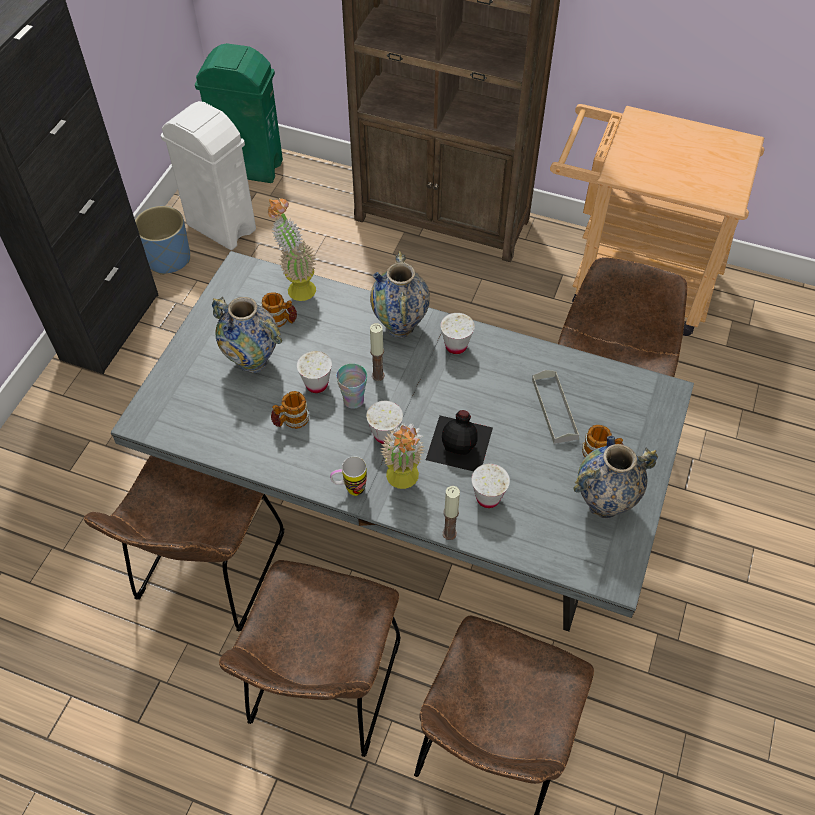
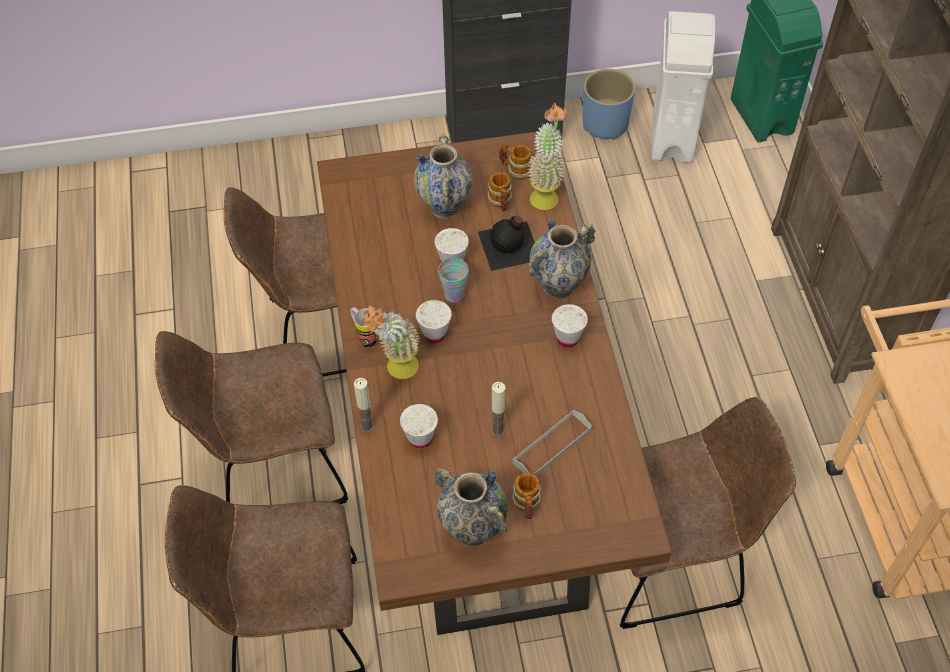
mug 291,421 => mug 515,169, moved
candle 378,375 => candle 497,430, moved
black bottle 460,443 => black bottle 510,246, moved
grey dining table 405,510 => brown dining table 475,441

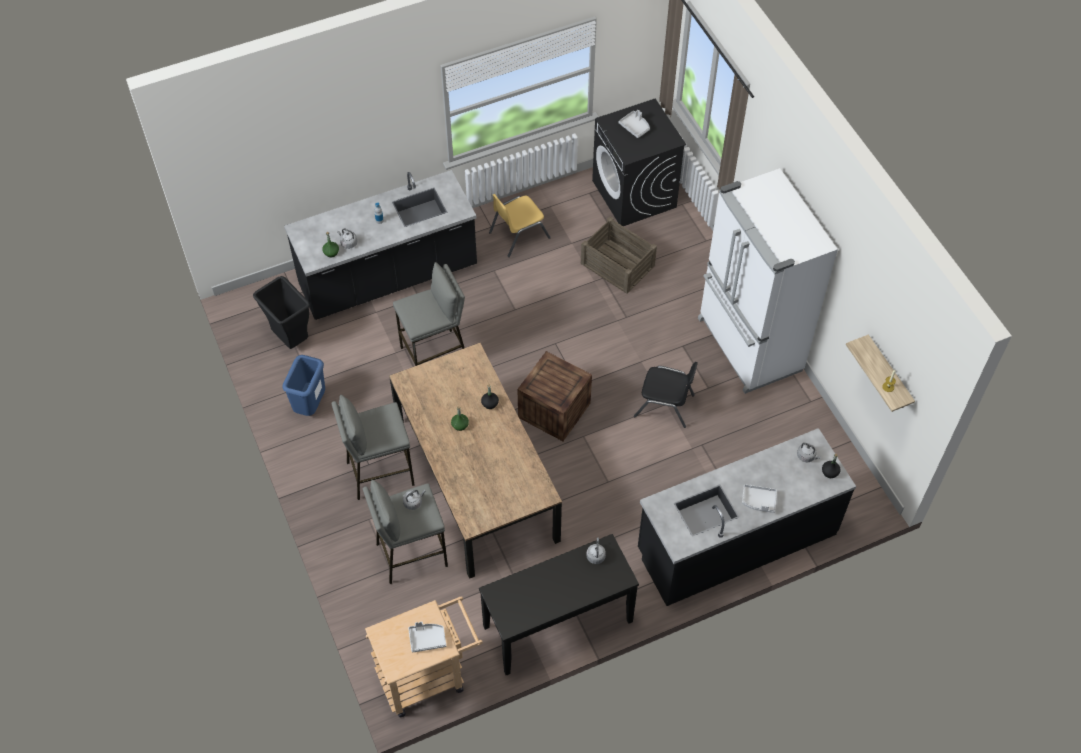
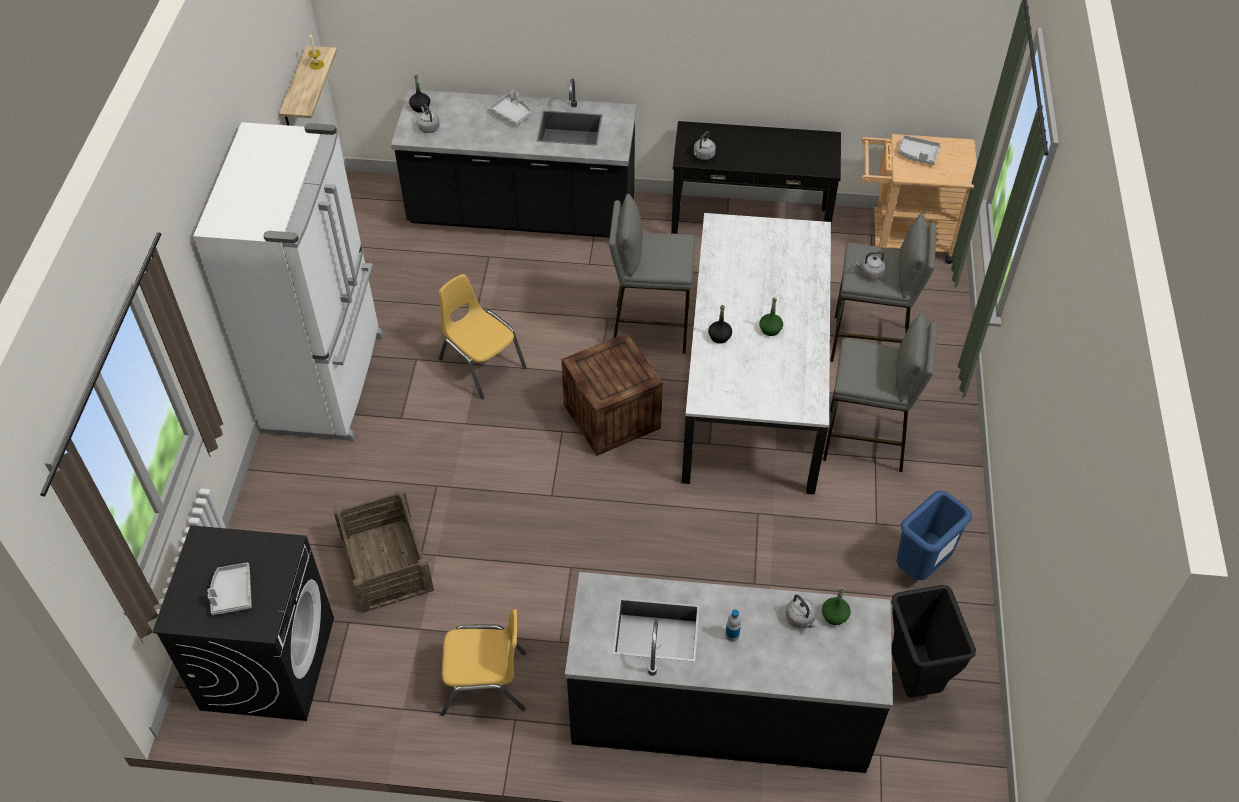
grey stool 435,355 => grey stool 650,327, moved
brown dining table 475,478 => white dining table 753,385
black chair 664,405 => yellow chair 481,363

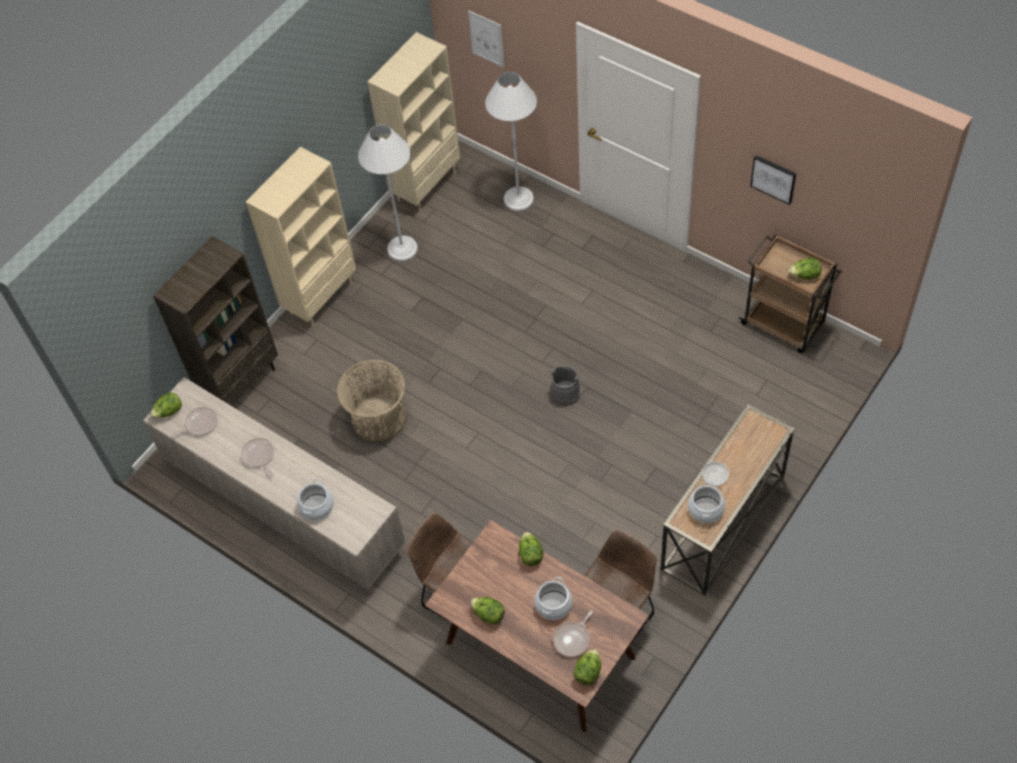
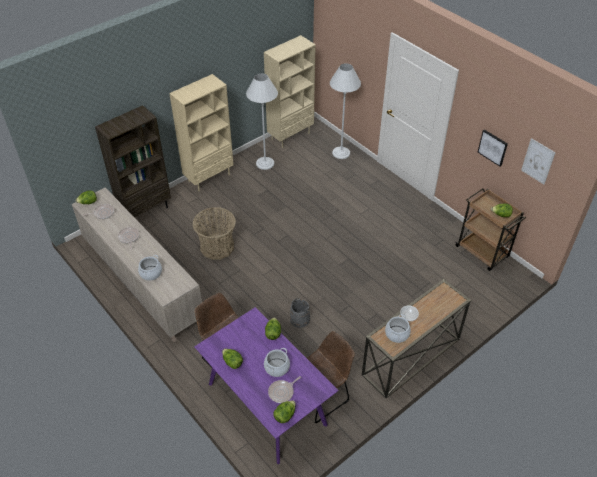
picture 486,39 => picture 538,161, moved
grey bucket 565,393 => grey bucket 299,319, moved
brown dining table 541,649 => purple dining table 267,404

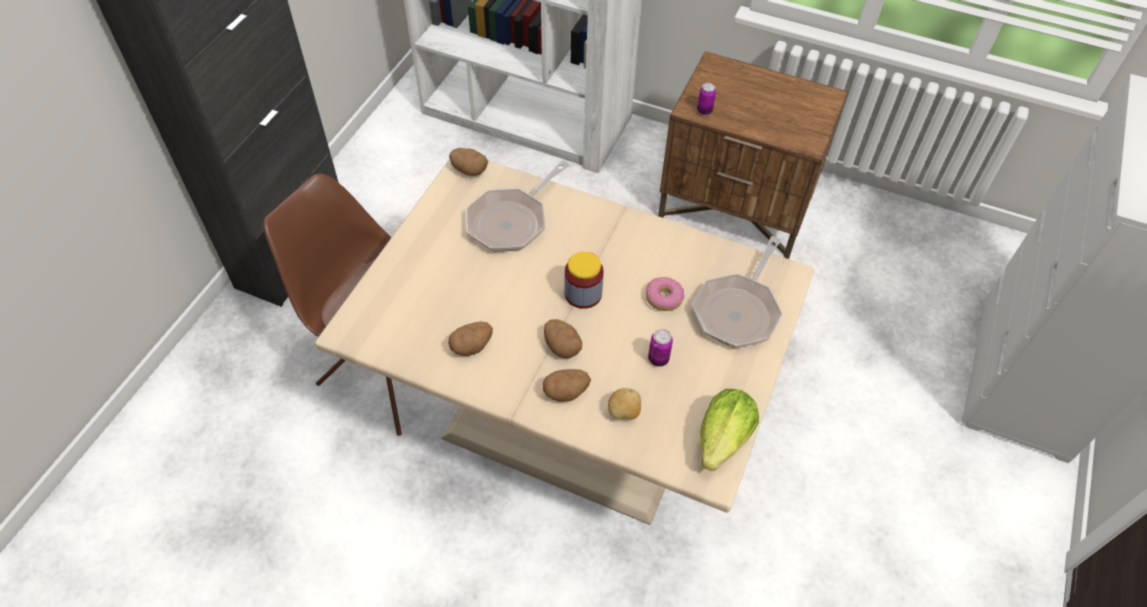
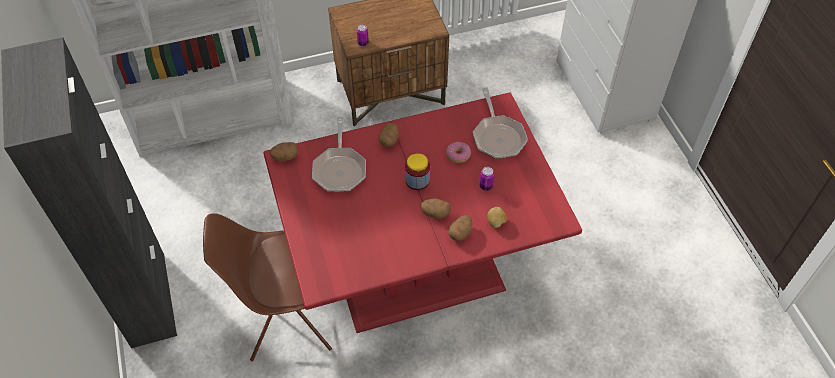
lettuce 723,439 => nothing
potato 472,346 => potato 389,140, moved
beige dining table 570,423 => red dining table 417,272

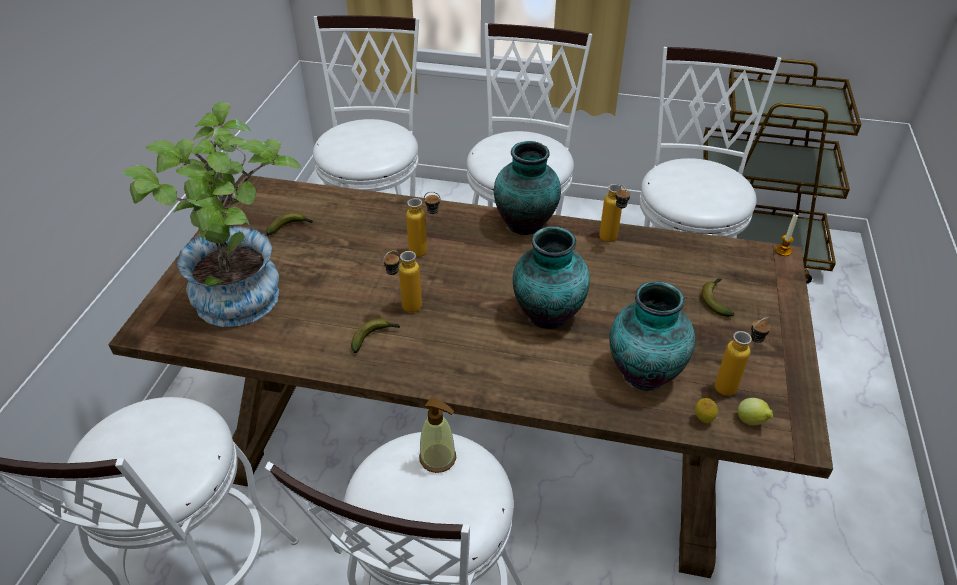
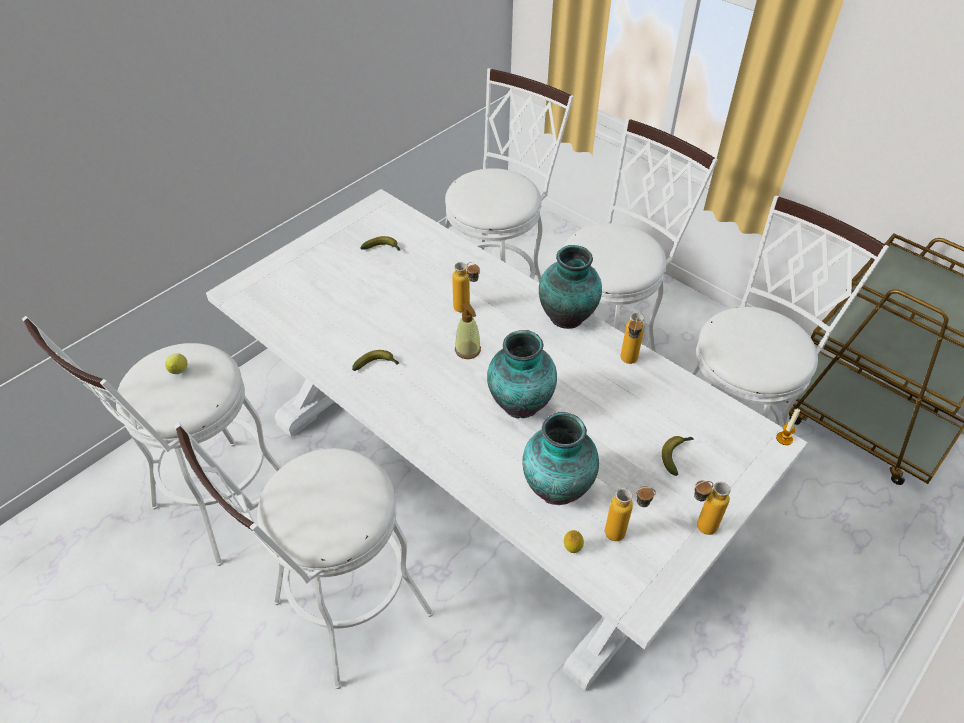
potted plant 245,304 => nothing
bottle 405,310 => bottle 698,527, moved
soap dispenser 438,458 => soap dispenser 468,350, moved
lemon 751,422 => lemon 179,372, moved
brown dining table 479,432 => white dining table 483,478

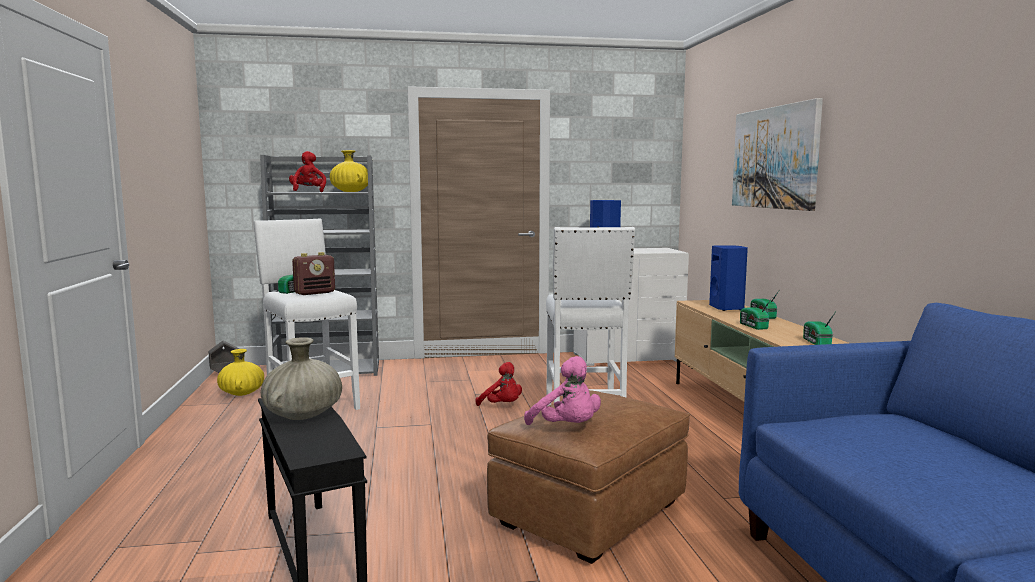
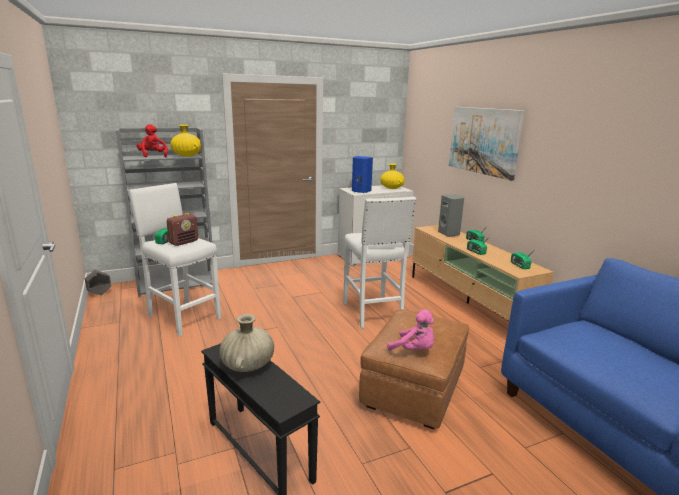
red plush toy 502,406 => nothing
yellow vase 241,393 => yellow vase 391,188, moved
blue speaker 727,308 => grey speaker 449,234

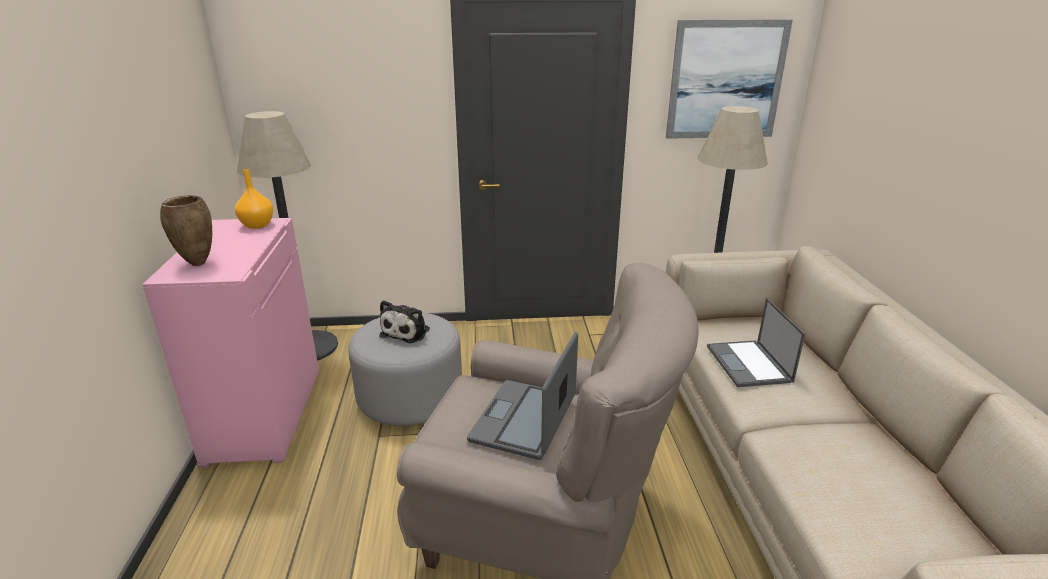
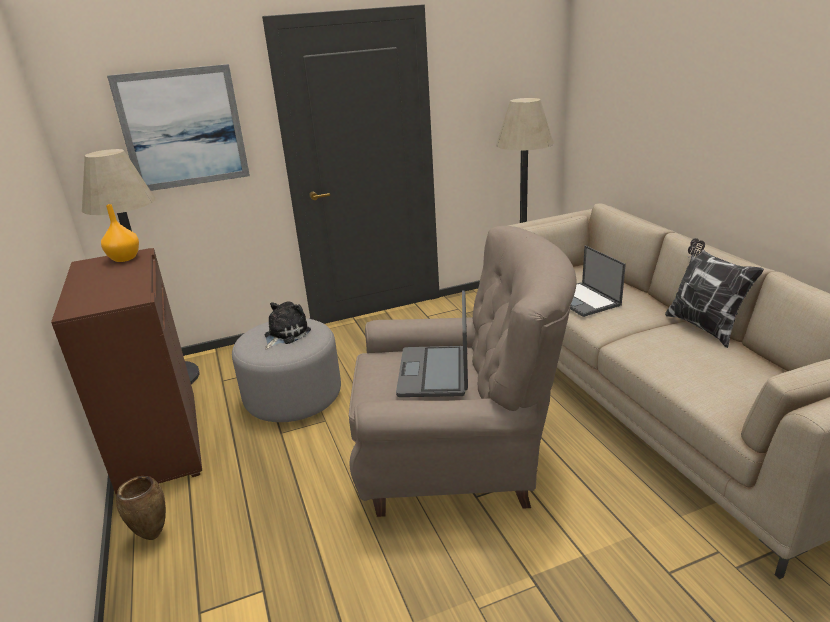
nothing => pillow 703,326
brown vase 197,264 => brown vase 152,537, moved
picture 726,80 => picture 183,128, moved
pink cabinet 264,414 => brown cabinet 158,442
plush toy 407,331 => plush toy 285,334, 150 degrees counterclockwise

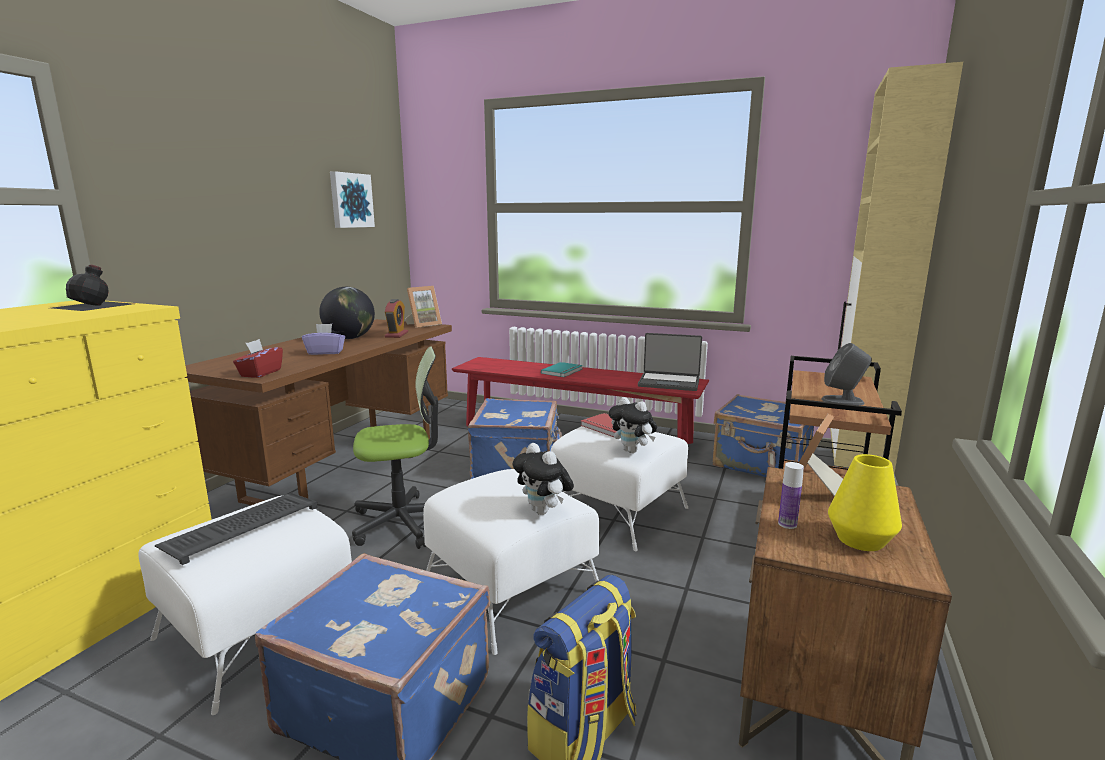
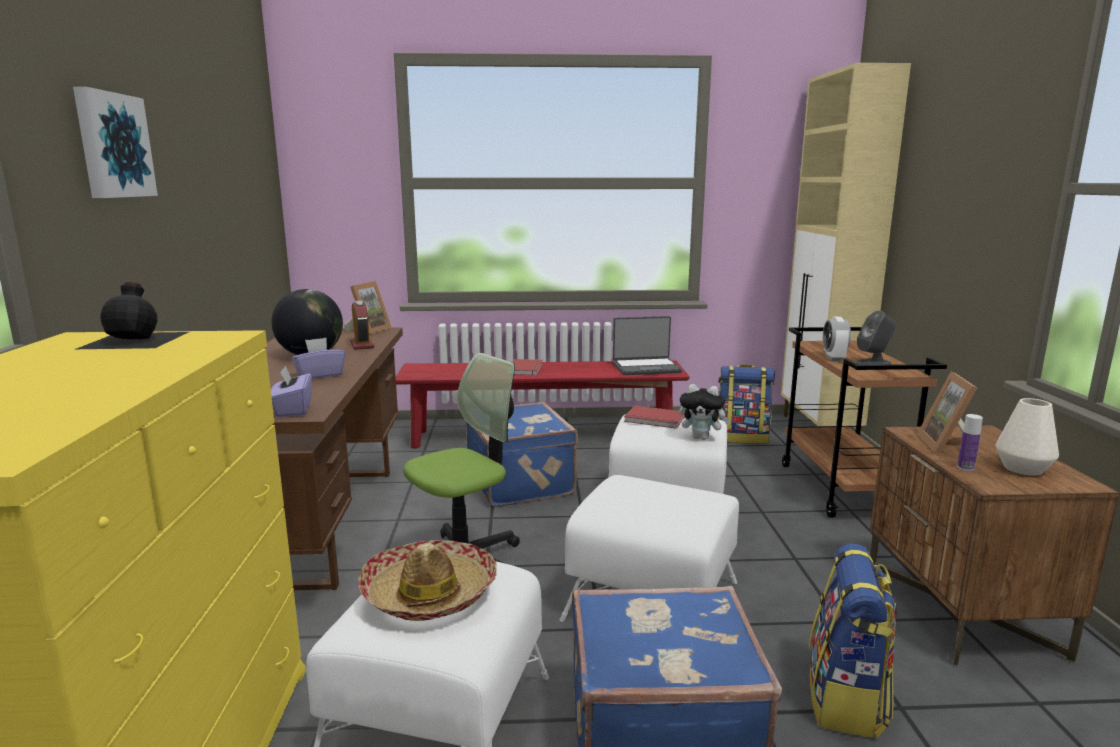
plush toy 543,511 => nothing
nothing => alarm clock 834,358
picture 350,200 => picture 112,145, moved
keyboard 243,526 => hat 429,593
blue suitcase 761,464 => backpack 742,437
red tissue box 260,373 => purple tissue box 293,410
turquoise book 563,371 => red book 526,369
yellow vase 860,540 => white vase 1023,469

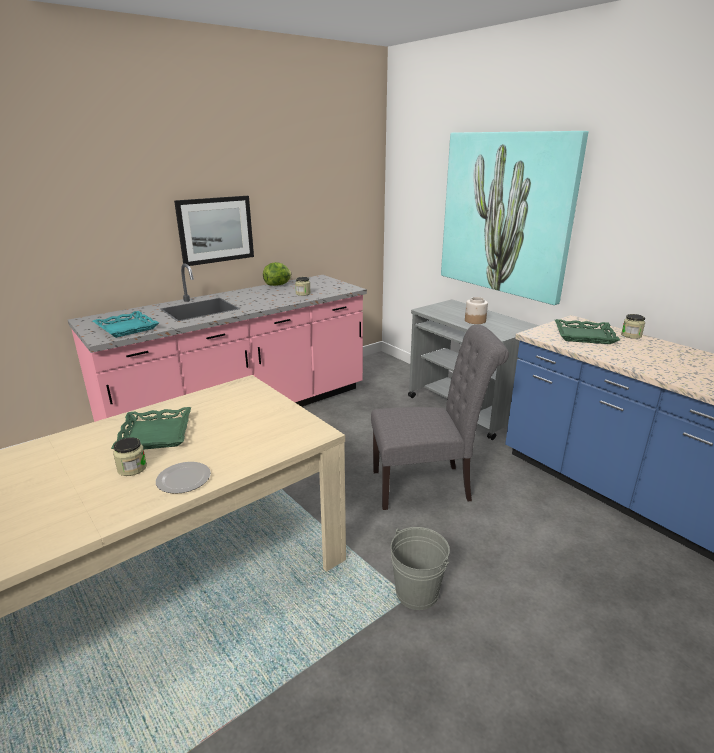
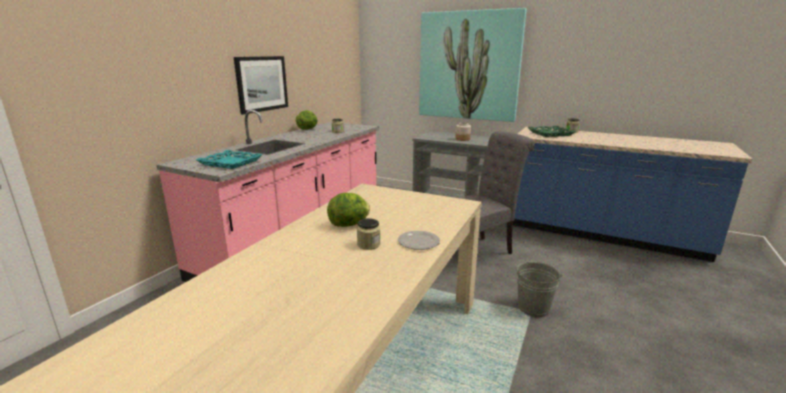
green tray 154,434 => lettuce 349,224

